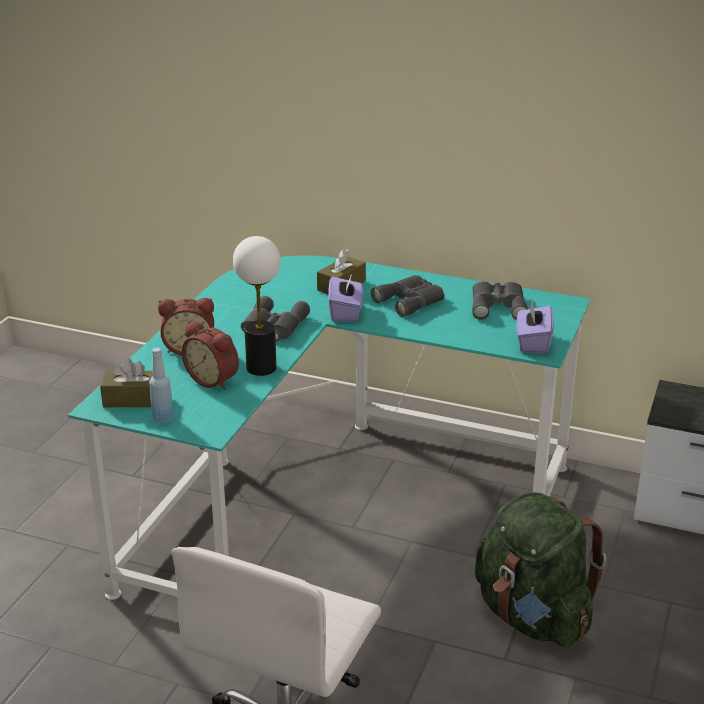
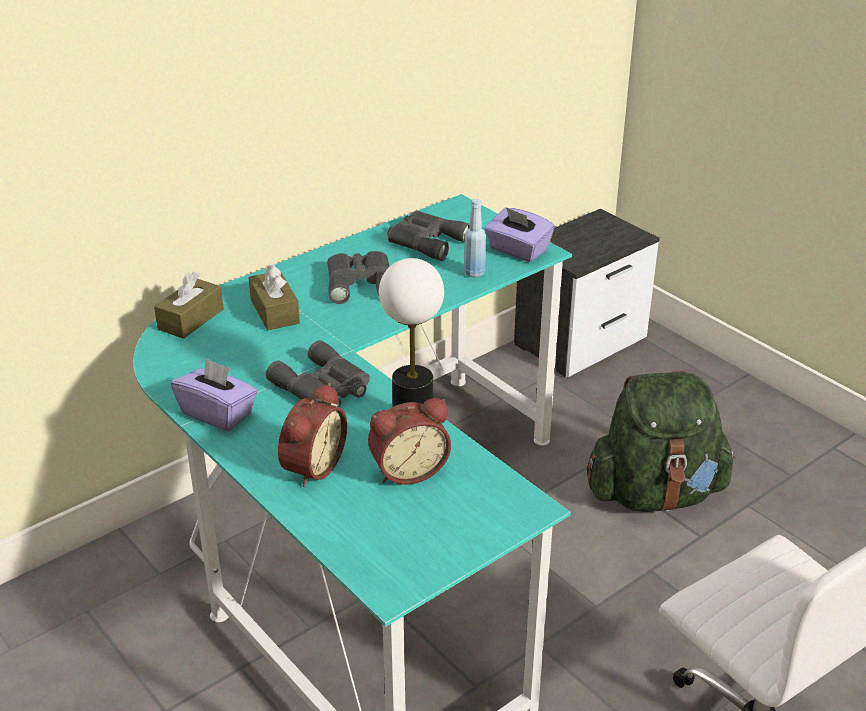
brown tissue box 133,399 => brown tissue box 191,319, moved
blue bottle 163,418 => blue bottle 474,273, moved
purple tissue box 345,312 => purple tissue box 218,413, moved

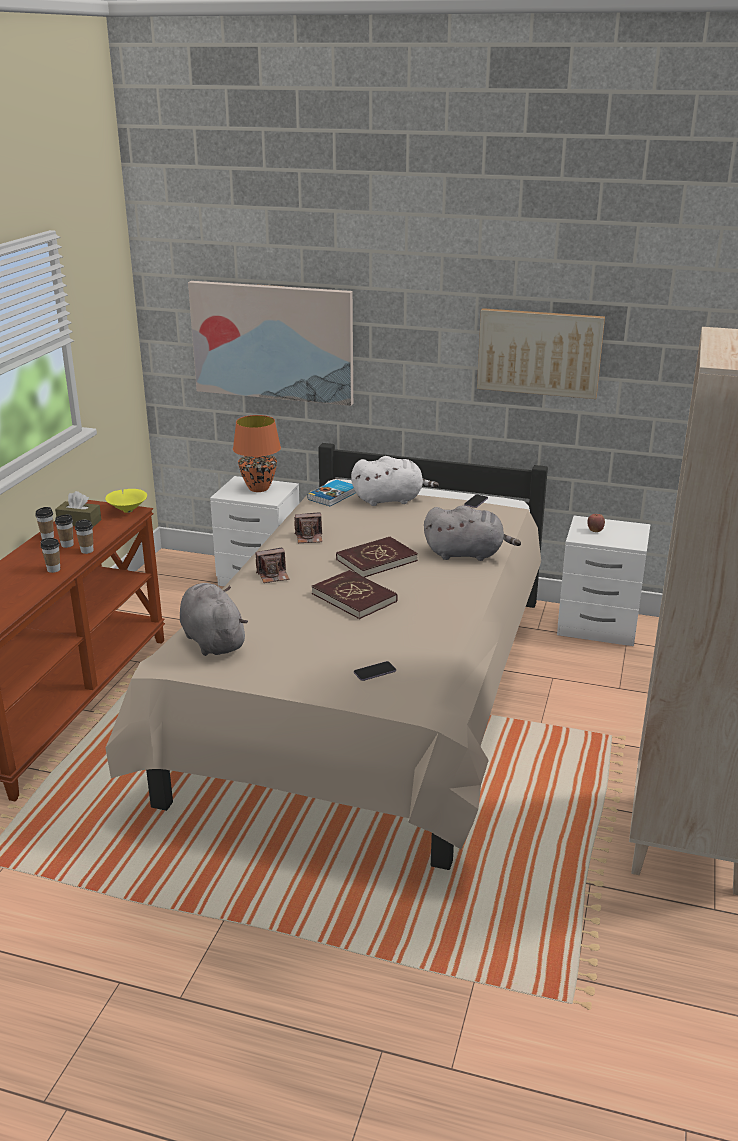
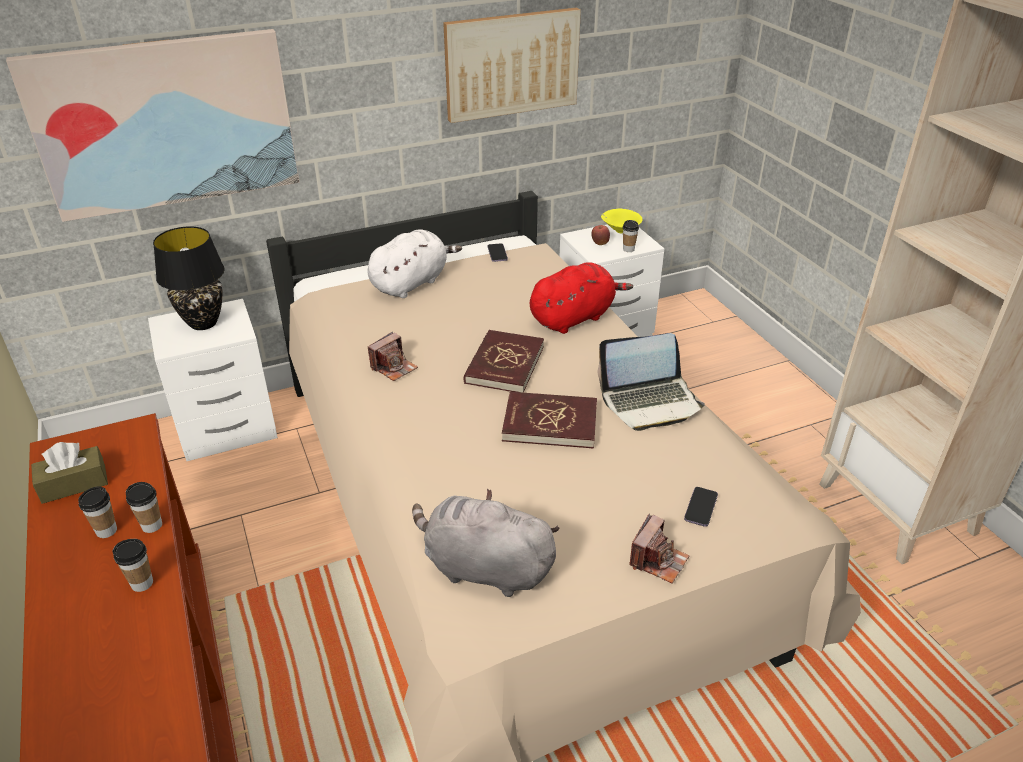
book 334,495 => nothing
nothing => laptop 650,402
cup 47,537 => cup 628,249, moved
yellow bowl 127,510 => yellow bowl 619,231, moved
photo camera 273,575 => photo camera 658,560, moved
orange table lamp 258,488 => black table lamp 203,324
grey plush toy 467,554 => red plush toy 574,317

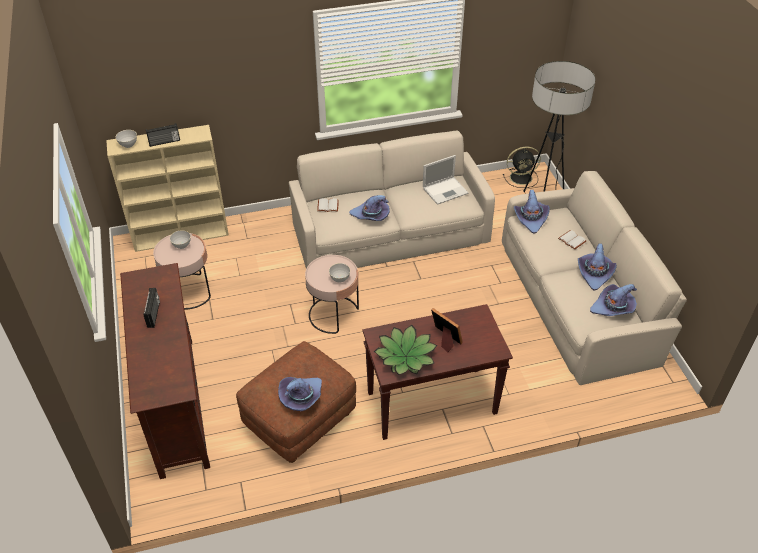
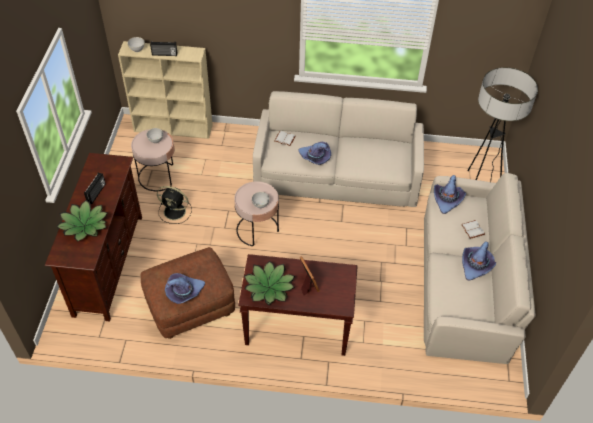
laptop 446,190 => nothing
purple hat 613,307 => nothing
nothing => potted plant 84,225
black fan 522,177 => black fan 175,212, moved

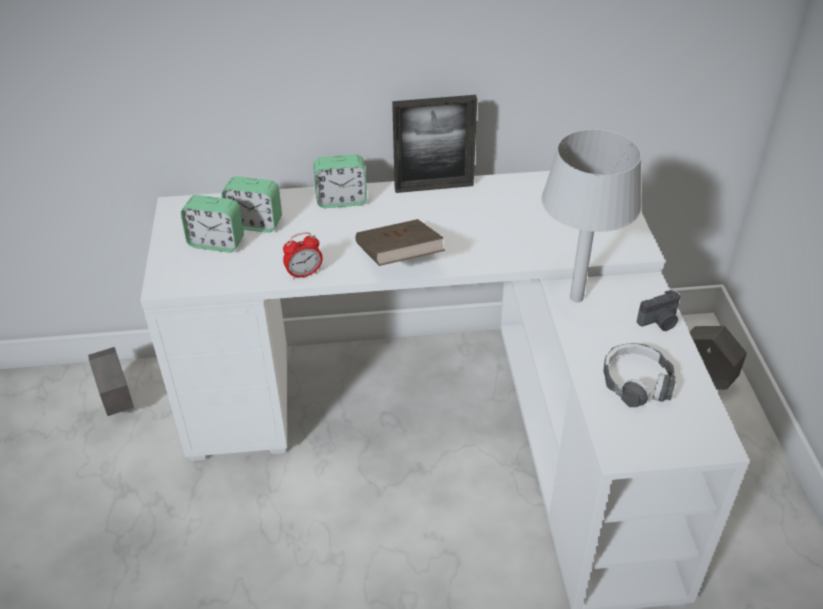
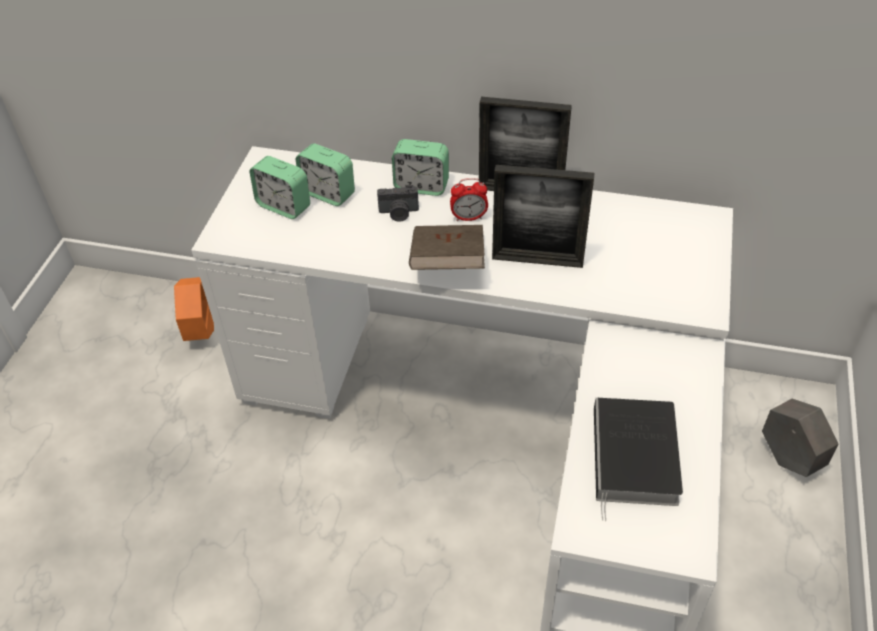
grey table lamp 575,297 => nothing
nothing => picture frame 537,260
alarm clock 304,274 => alarm clock 469,217, moved
photo camera 659,322 => photo camera 399,213, moved
headphones 636,382 => book 635,459
grey planter 119,404 => orange planter 201,331

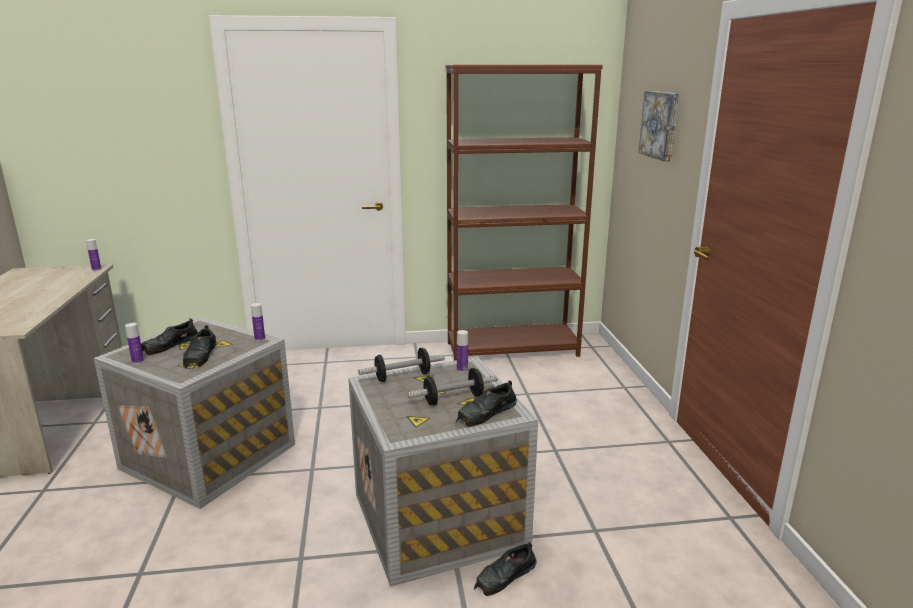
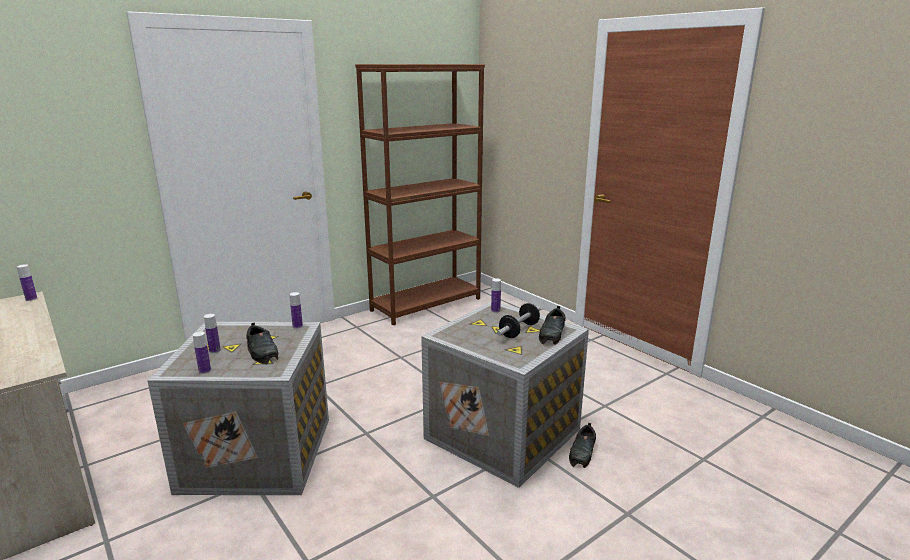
dumbbell 402,376 => nothing
picture 661,125 => nothing
black shoe 169,345 => bottle 215,351

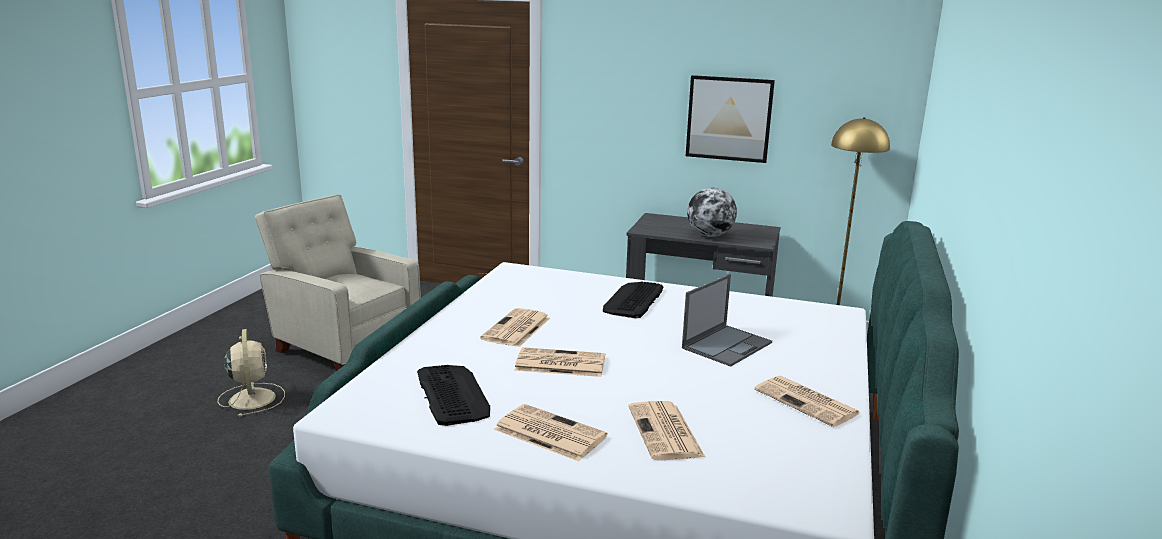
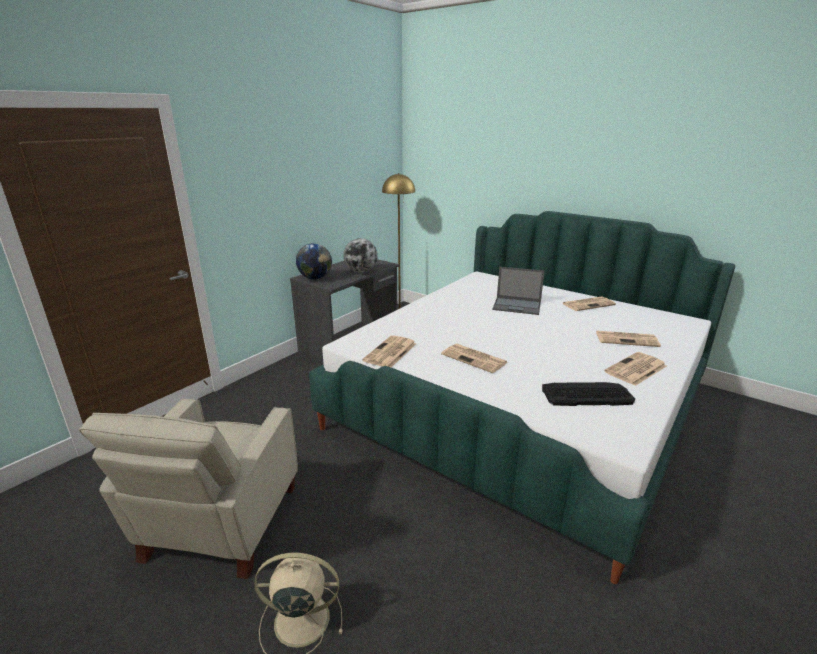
keyboard 633,300 => nothing
picture 729,118 => nothing
nothing => globe 315,278
newspaper 559,363 => newspaper 390,352, moved
beige armchair 344,346 => beige armchair 218,525, 45 degrees counterclockwise
laptop 727,345 => laptop 517,306, 135 degrees clockwise

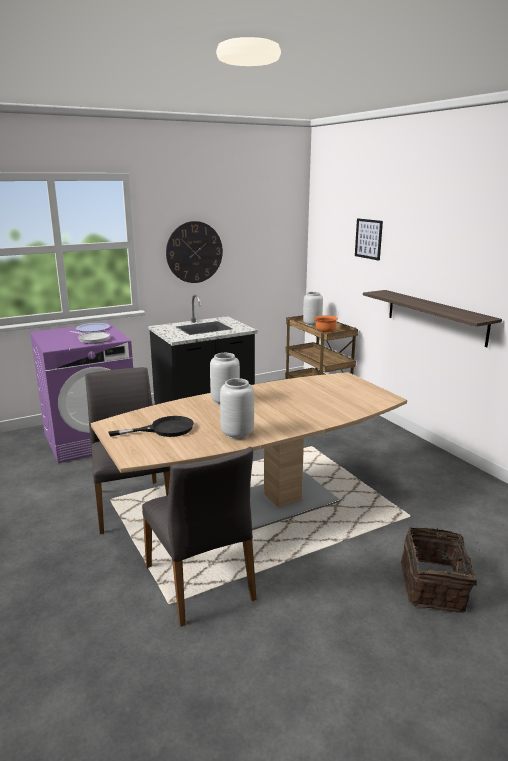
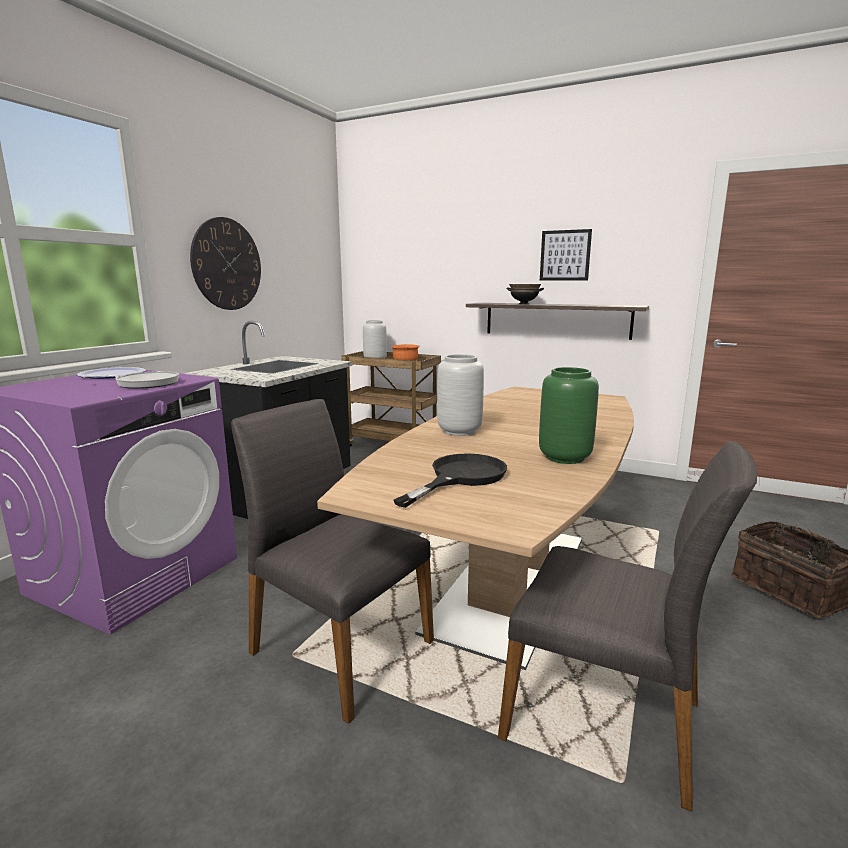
nothing => black bowl 523,304
picture 368,239 => picture 565,255, moved
grey vase 237,434 => green vase 566,458

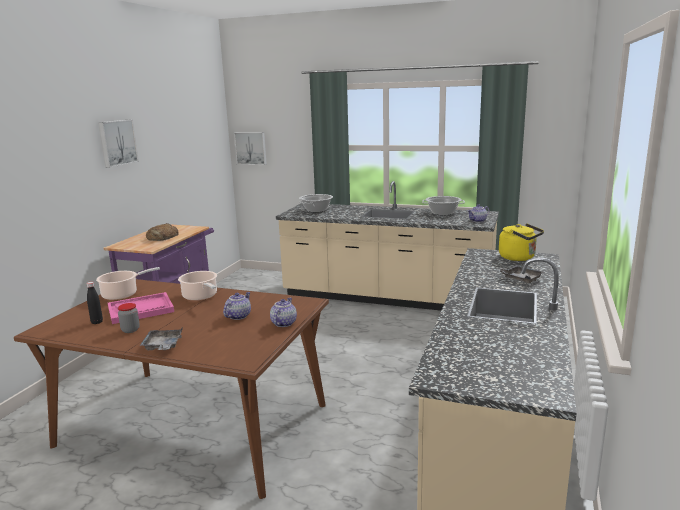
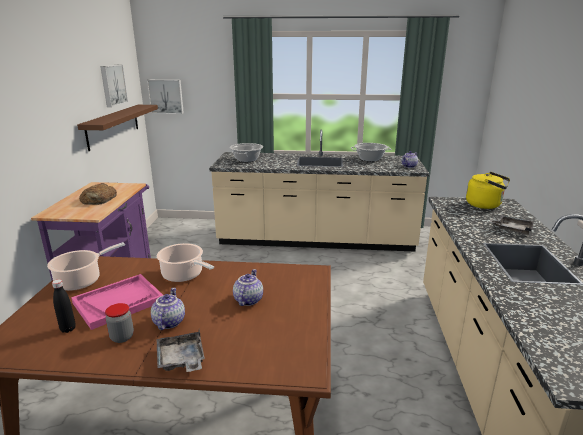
nothing => brown shelf 113,126
picture 117,142 => picture 112,85, moved
teapot 283,323 => teapot 168,322, moved

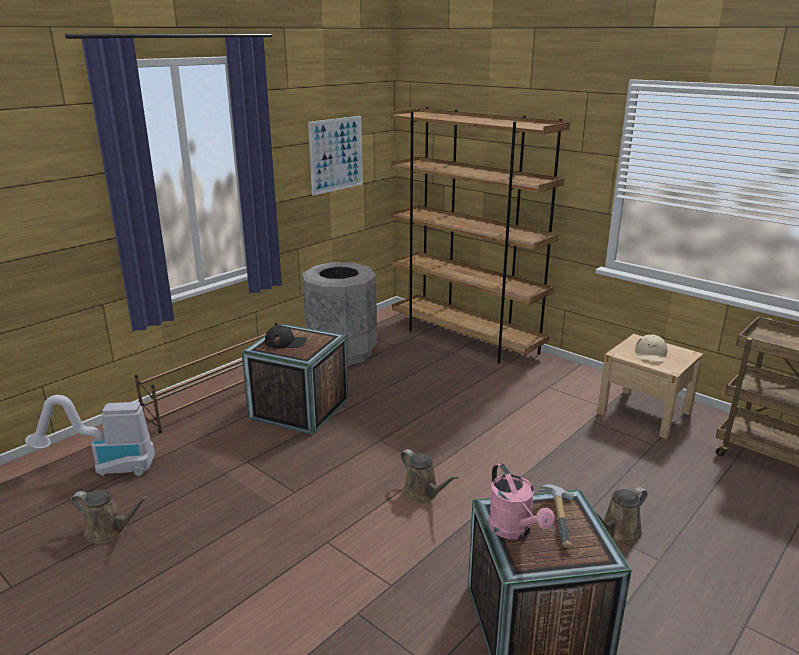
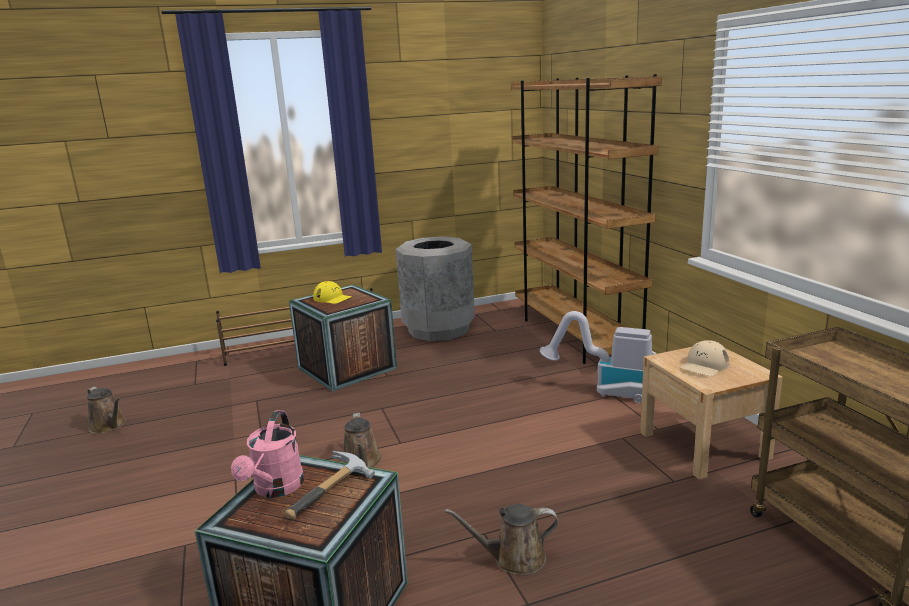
picture 336,154 => nothing
vacuum cleaner 105,467 => vacuum cleaner 604,390, moved
black cap 286,342 => yellow cap 332,298

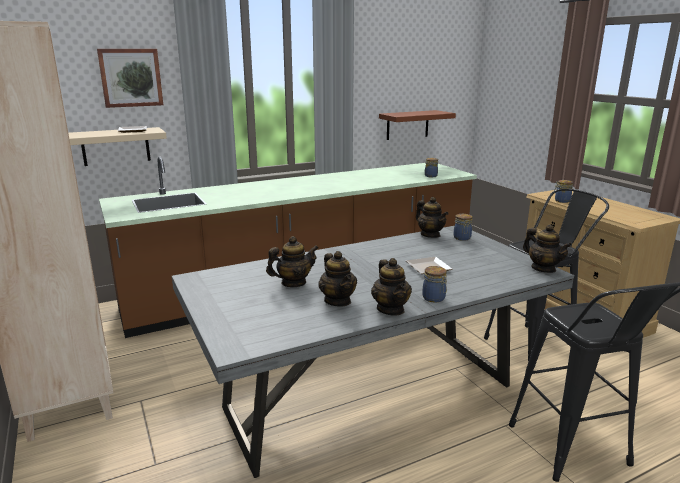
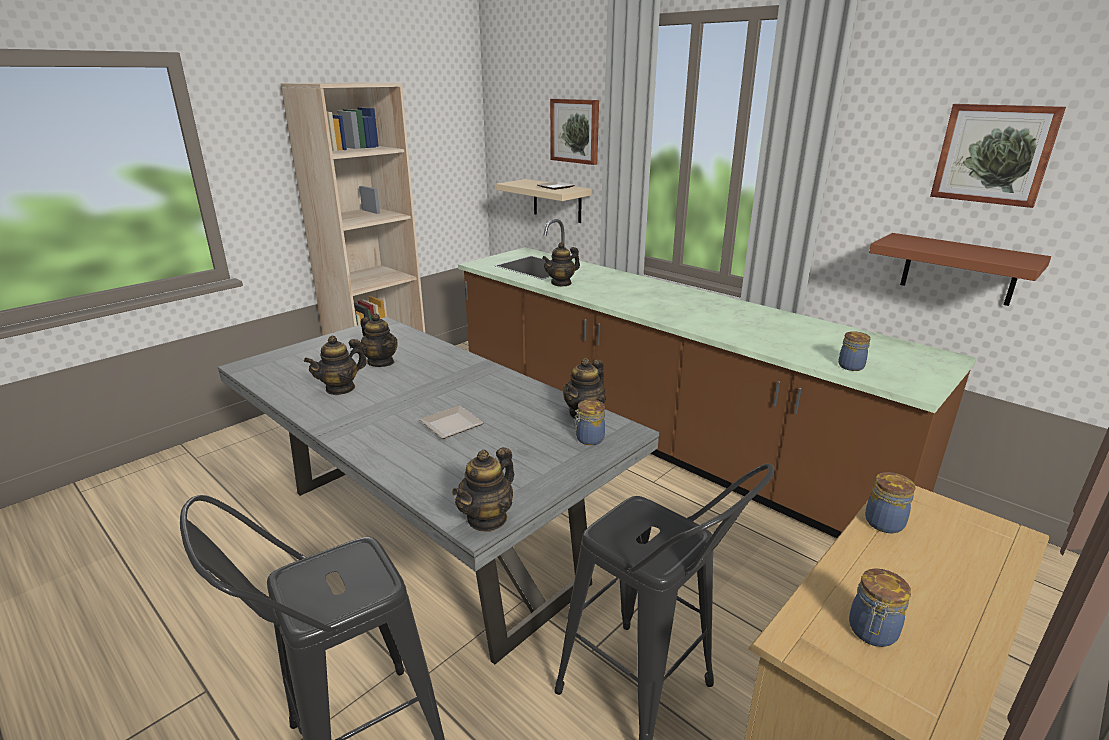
nothing => picture 994,154
teapot 391,309 => teapot 561,283, moved
jar 434,298 => jar 872,632, moved

